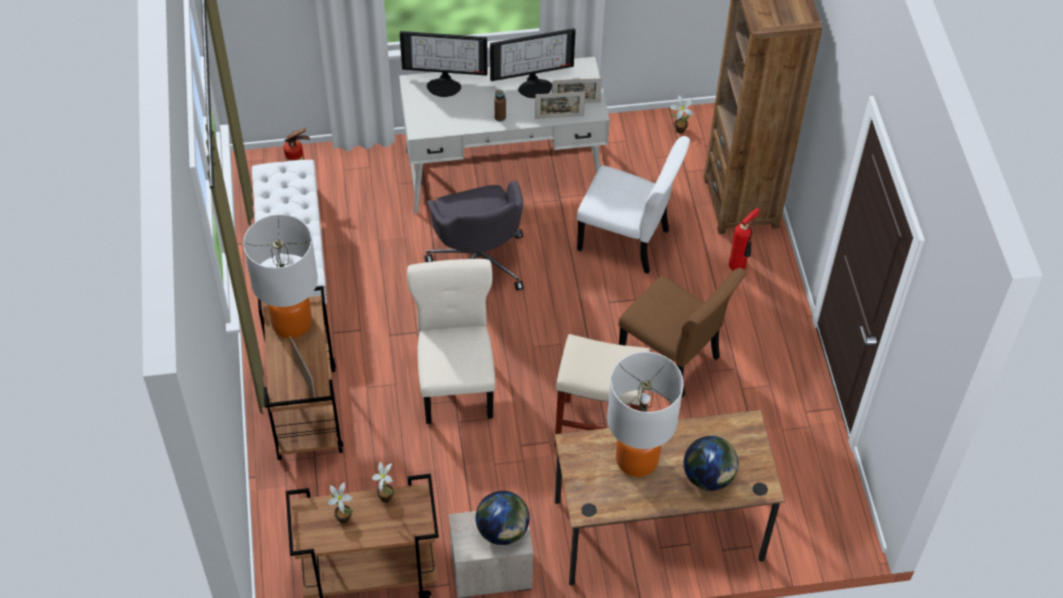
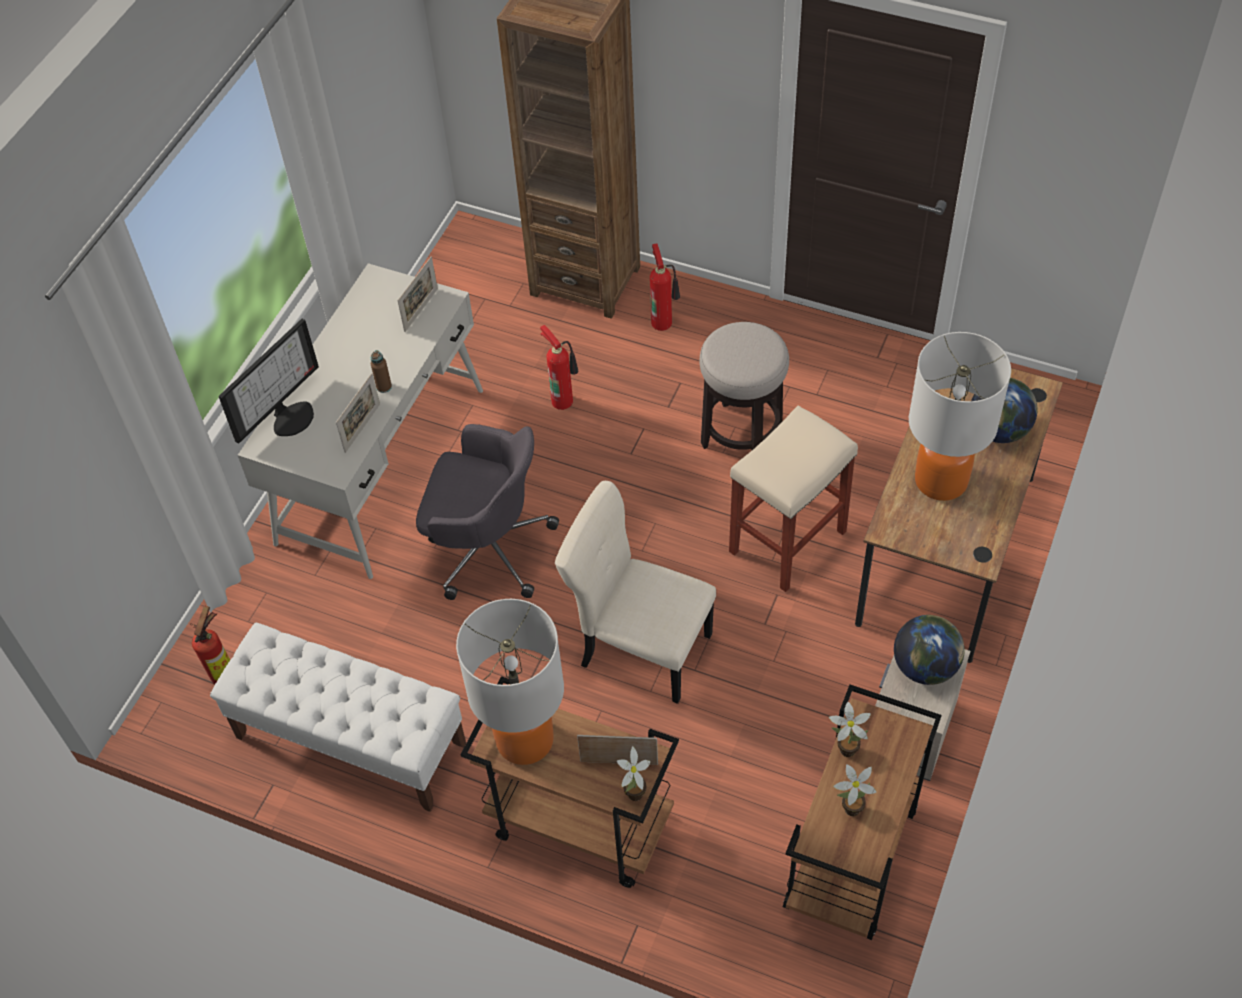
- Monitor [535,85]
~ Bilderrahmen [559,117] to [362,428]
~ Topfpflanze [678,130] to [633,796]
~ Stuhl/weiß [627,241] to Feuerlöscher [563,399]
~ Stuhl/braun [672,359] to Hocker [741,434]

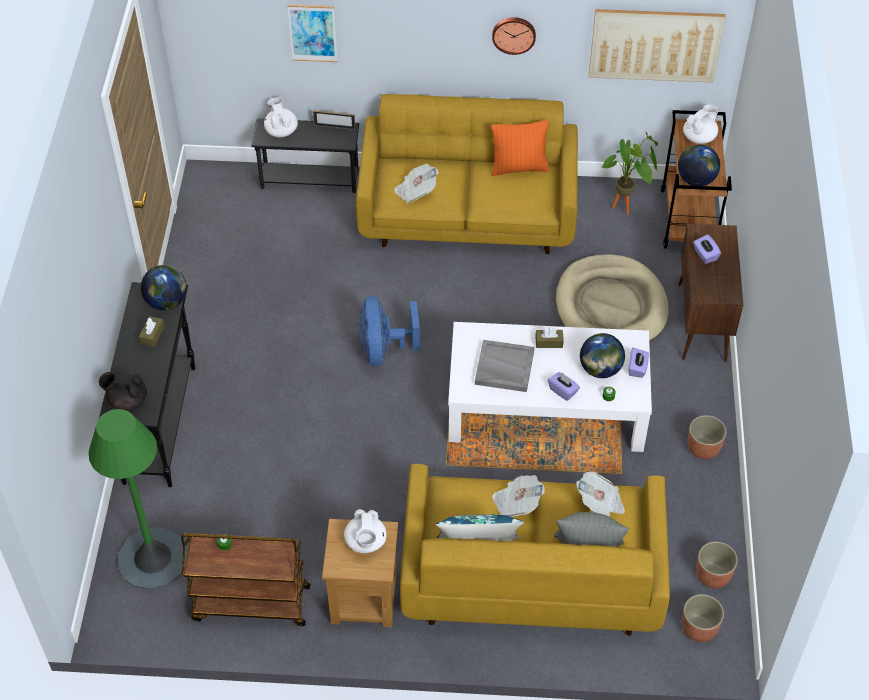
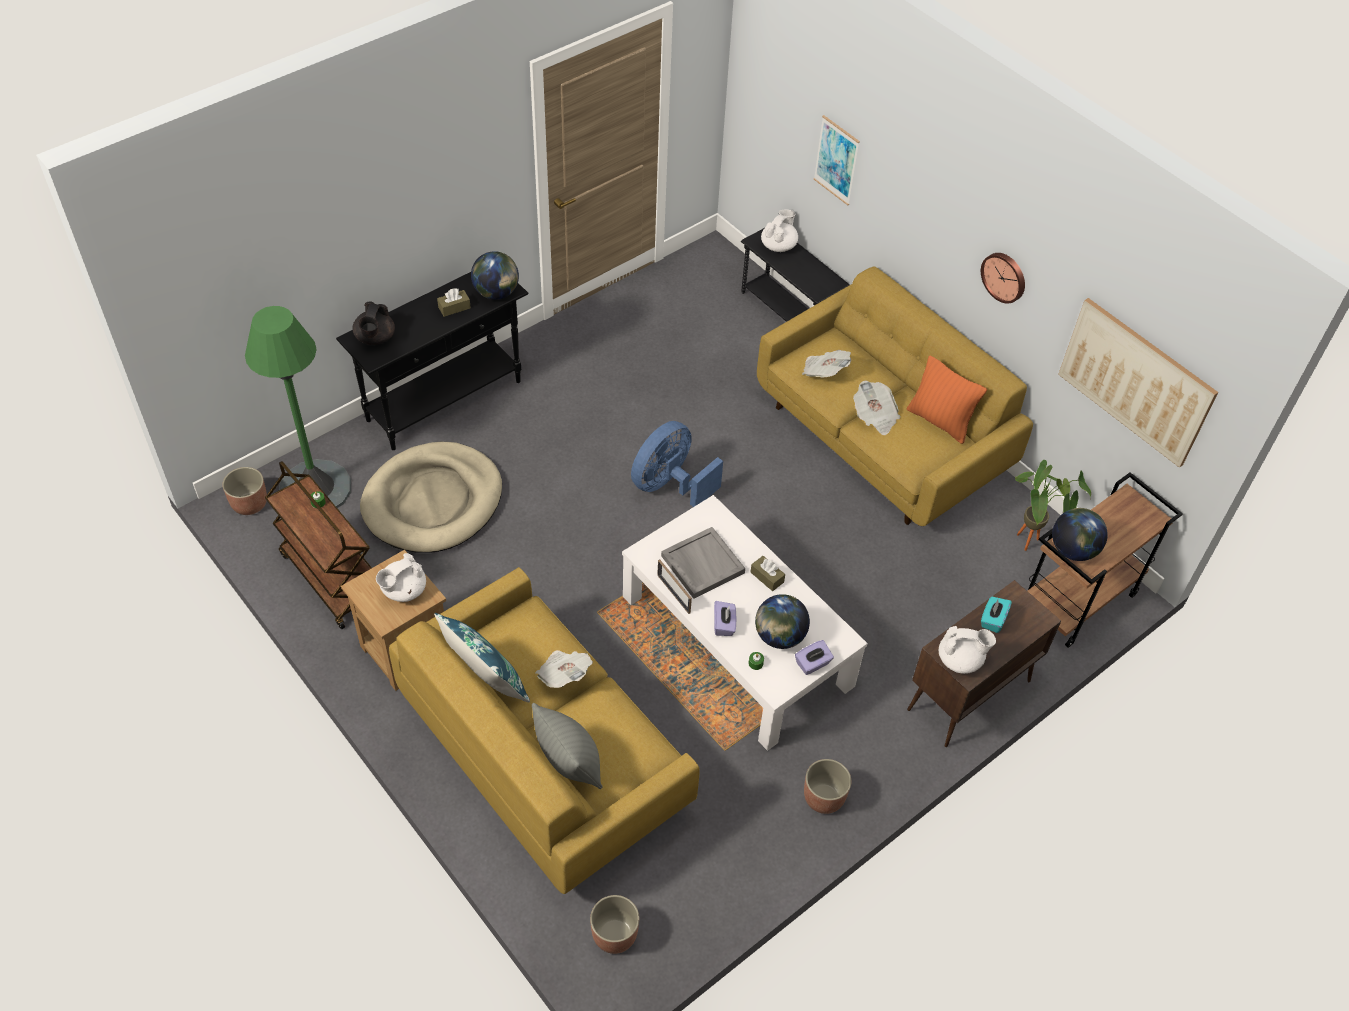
~ Teekanne/weiß [699,137] to [960,660]
~ Bilderrahmen [334,127] to [673,594]
~ Taschentuchbox/lila [705,255] to Taschentuchbox/türkis [993,620]
~ Hundebett/beige [610,306] to [433,501]
~ Teekanne/schwarz [127,400] = [375,338] 135 degrees counterclockwise
~ Zeitung [600,503] to [875,417]
~ Pflanzkübel [713,575] to [249,504]

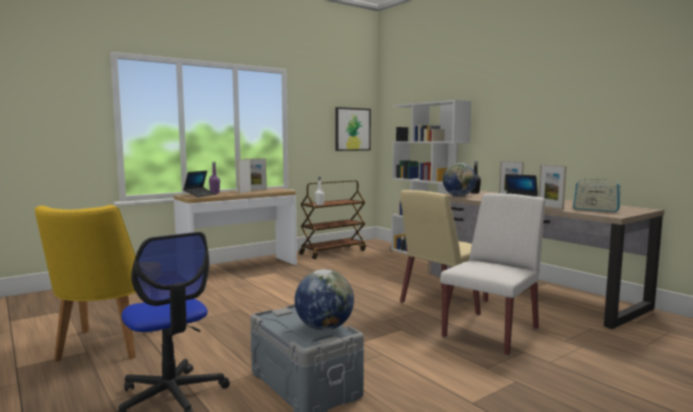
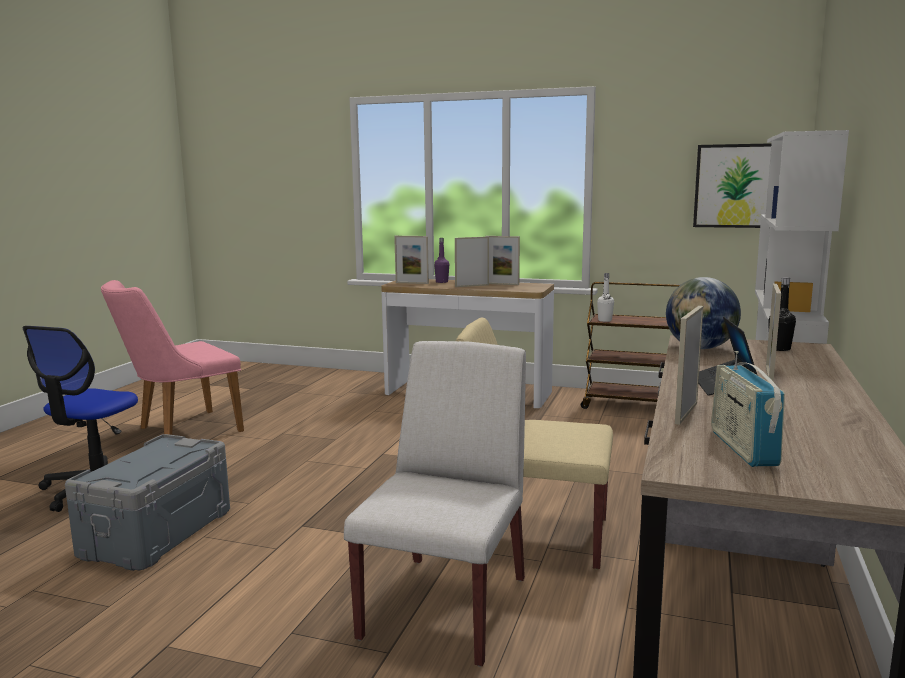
~ Laptop [200,195] to Bilderrahmen [412,283]
~ Stuhl/weiß [491,332] = [446,606] 75 degrees counterclockwise
~ Stuhl/gelb [105,348] to Stuhl/rosa [180,431]
- Globus [324,328]

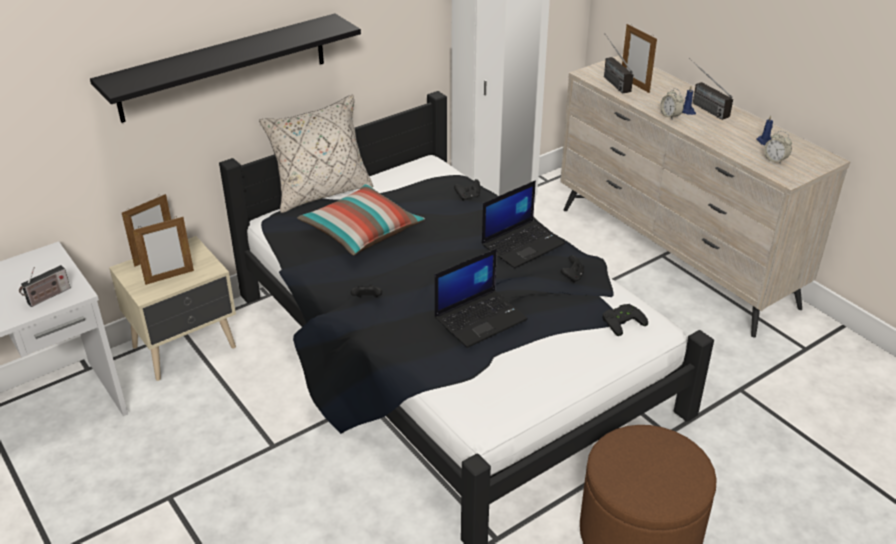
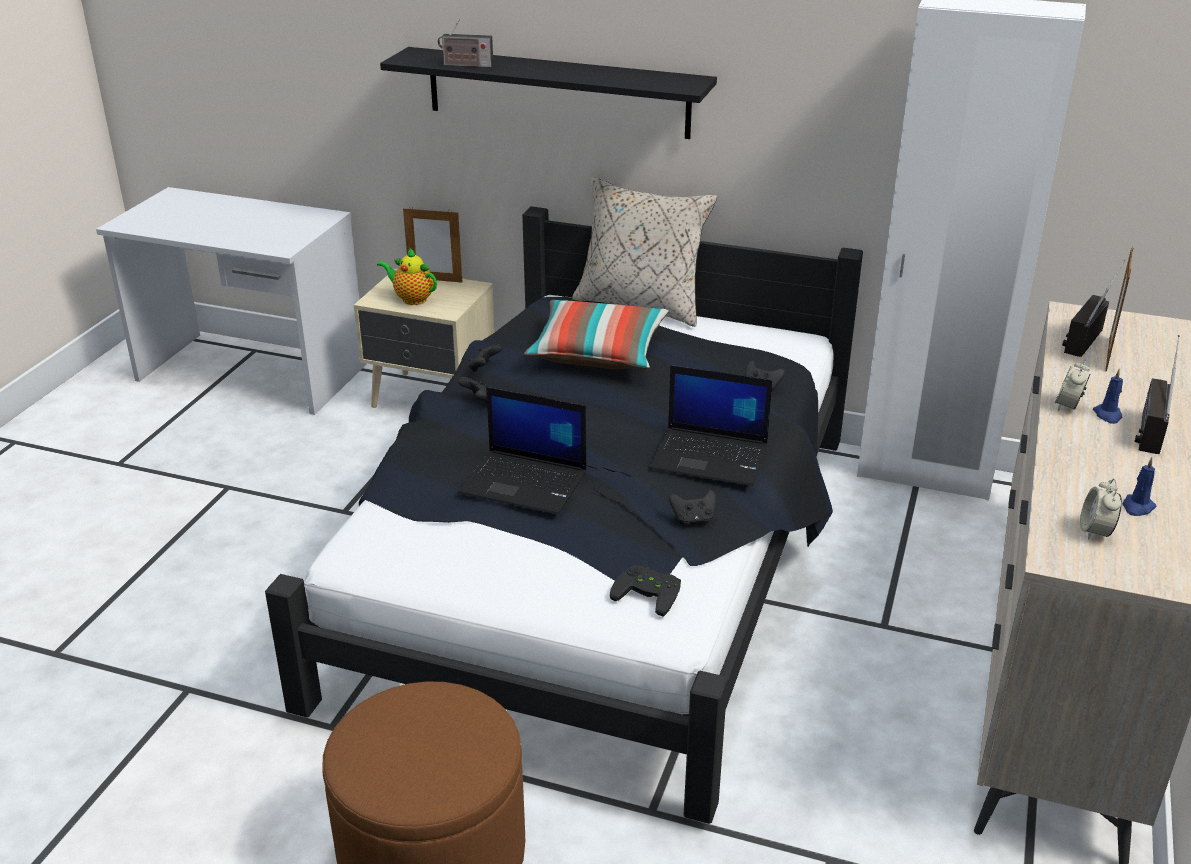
~ Bilderrahmen [169,277] to Teekanne [412,299]
~ Radio [47,297] to [465,65]
+ Gamepad/schwarz [484,368]

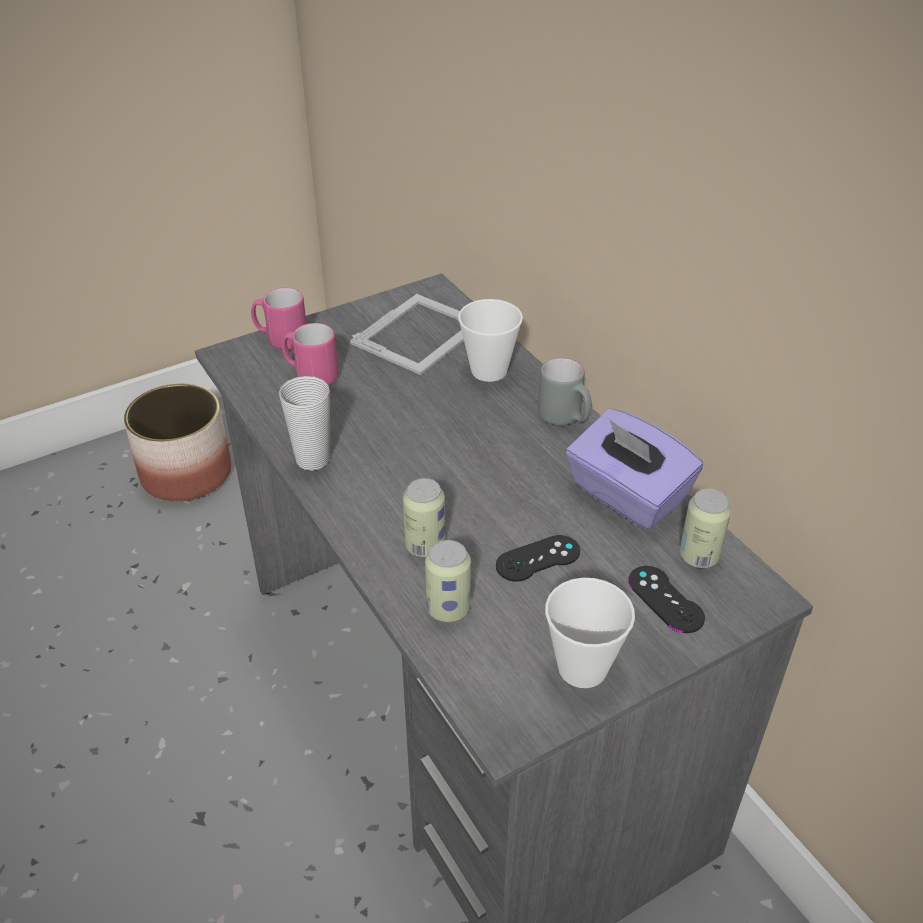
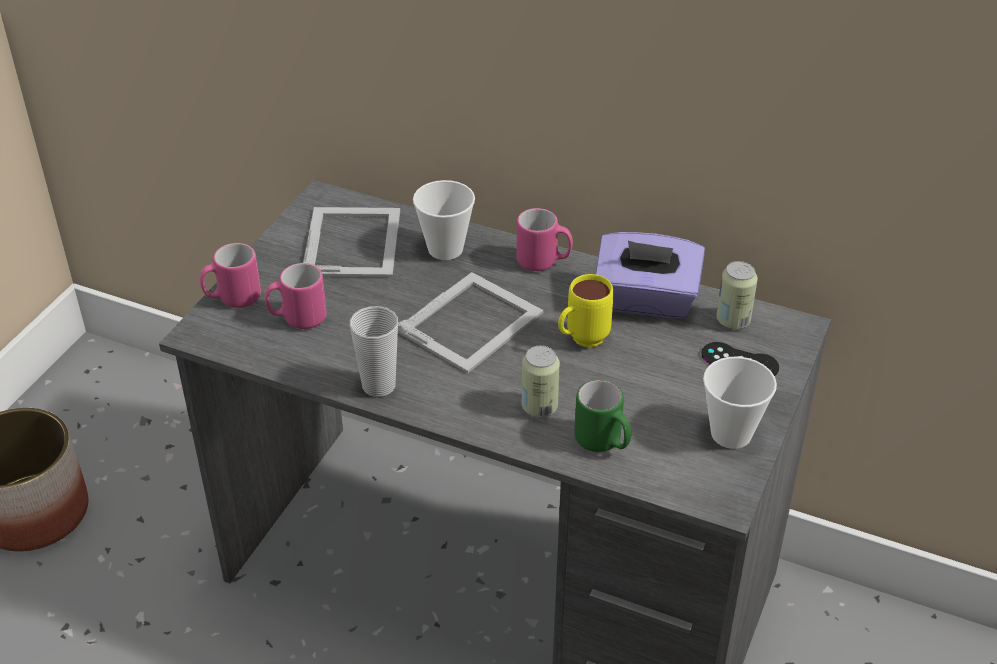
~ Henkelbecher/grau [565,418] to Henkelbecher/rosa [544,262]
- Gamepad/schwarz [538,558]
~ Dose [448,609] to Henkelbecher/grün [603,442]
+ Bilderrahmen [472,321]
+ Henkelbecher/gelb [581,341]

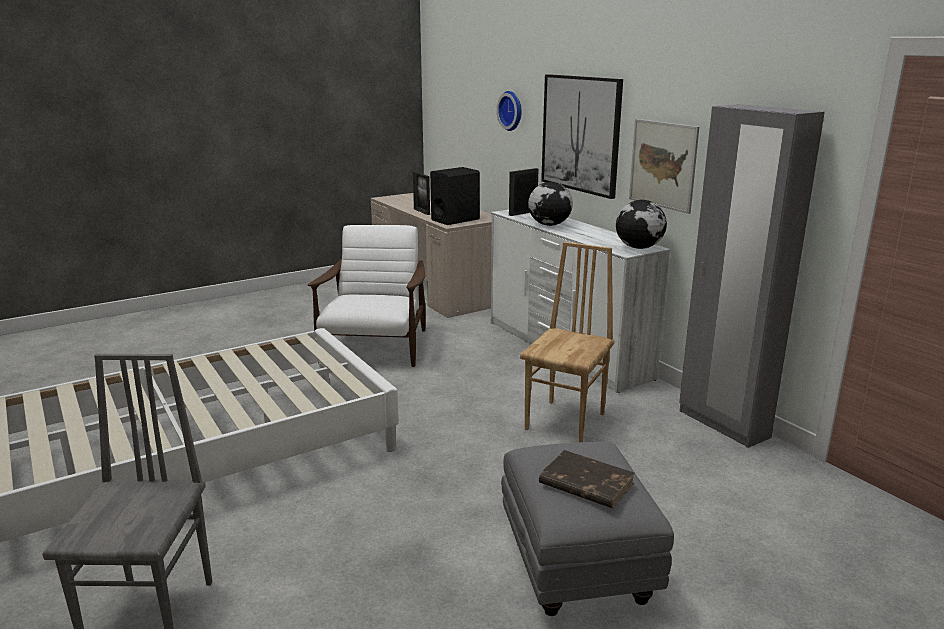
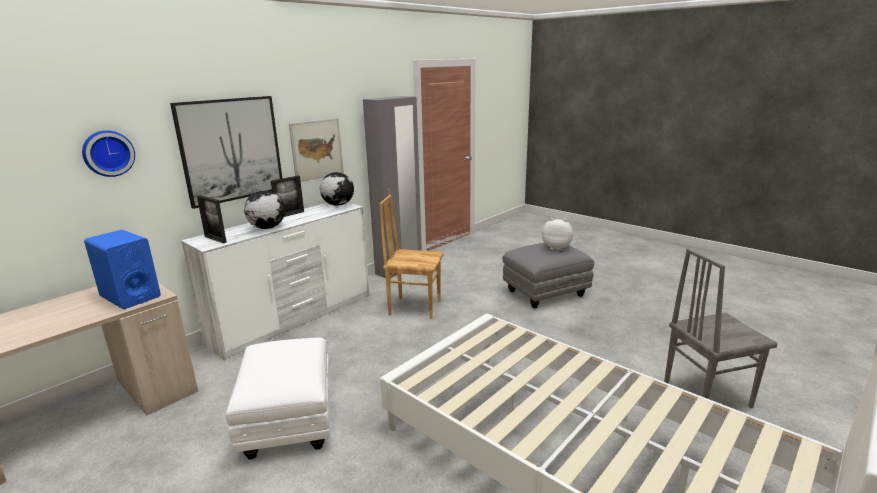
~ Lautsprecher/schwarz [455,219] to Lautsprecher/blau [130,296]
~ Bilderrahmen [421,211] to [290,214]
~ Sessel/weiß [375,348] to Polsterhocker/weiß [289,421]
~ Buch/braun [585,483] to Plüschtier [556,247]

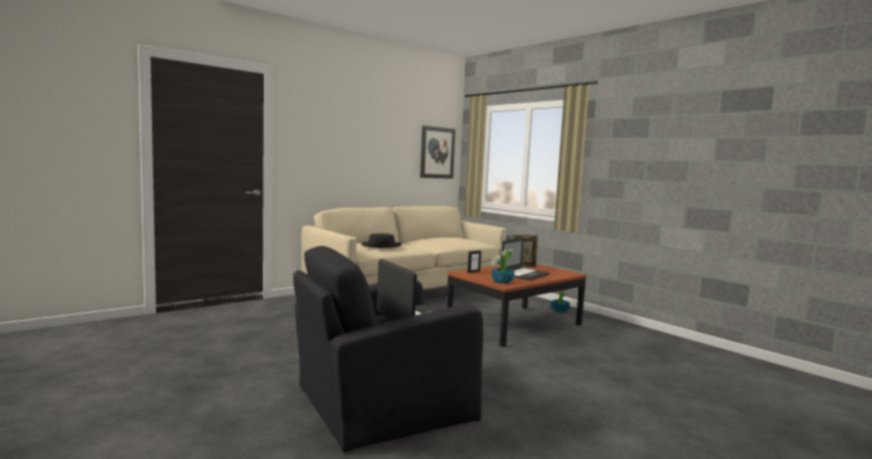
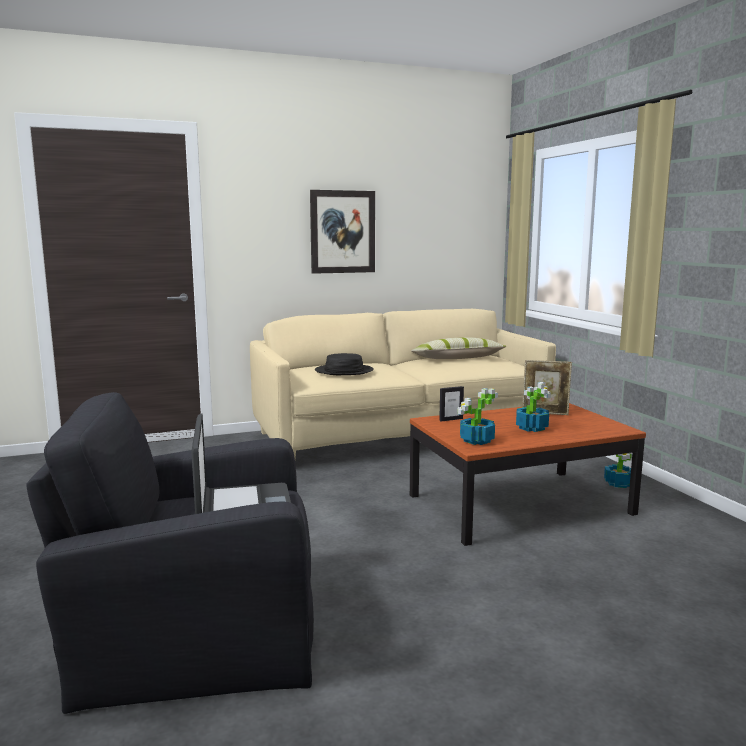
~ Bild [437,152] to [342,232]
~ Laptop [524,274] to Topfpflanze [531,428]
+ Kissen [457,359]

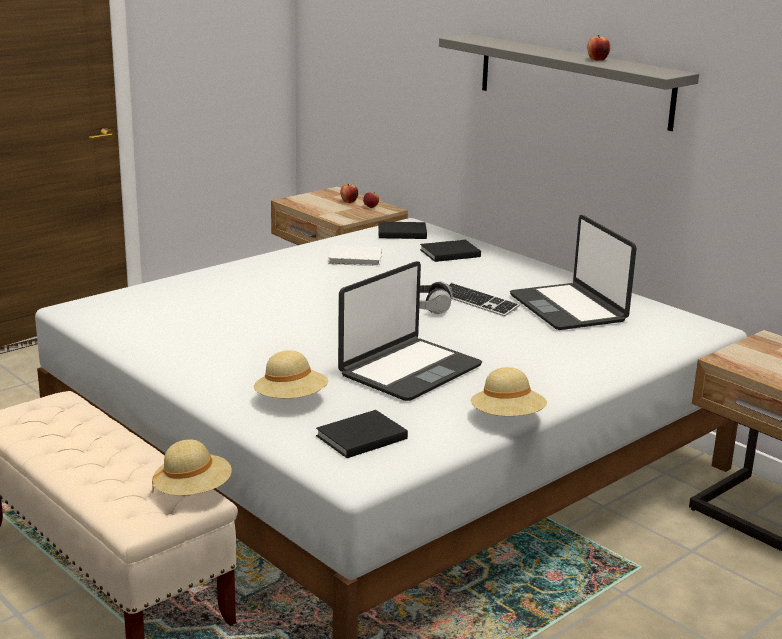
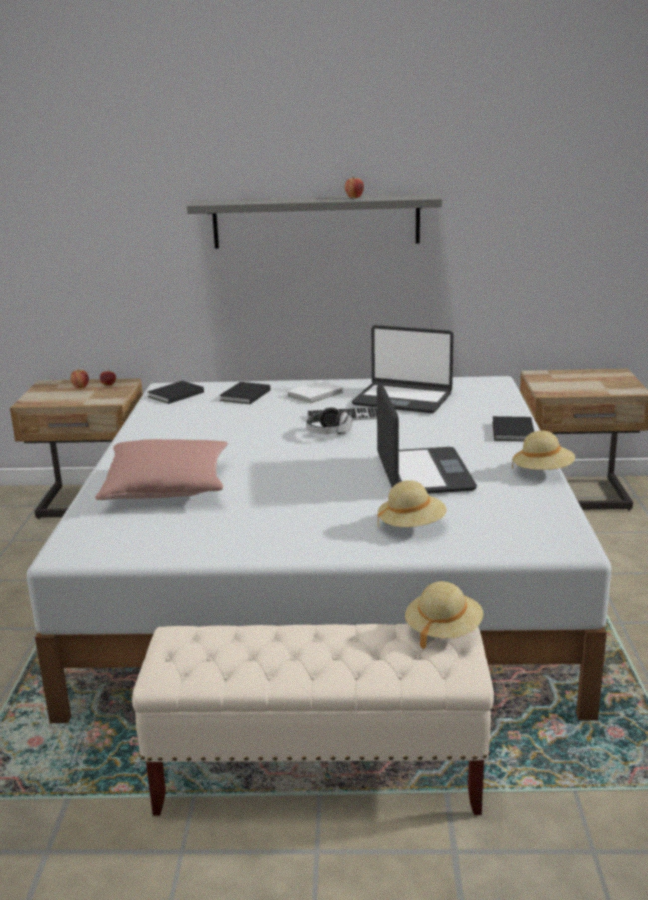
~ Buch/weiß [356,259] to [317,394]
~ Buch/schwarz [359,437] to [512,432]
+ Kissen/rosa [167,487]

